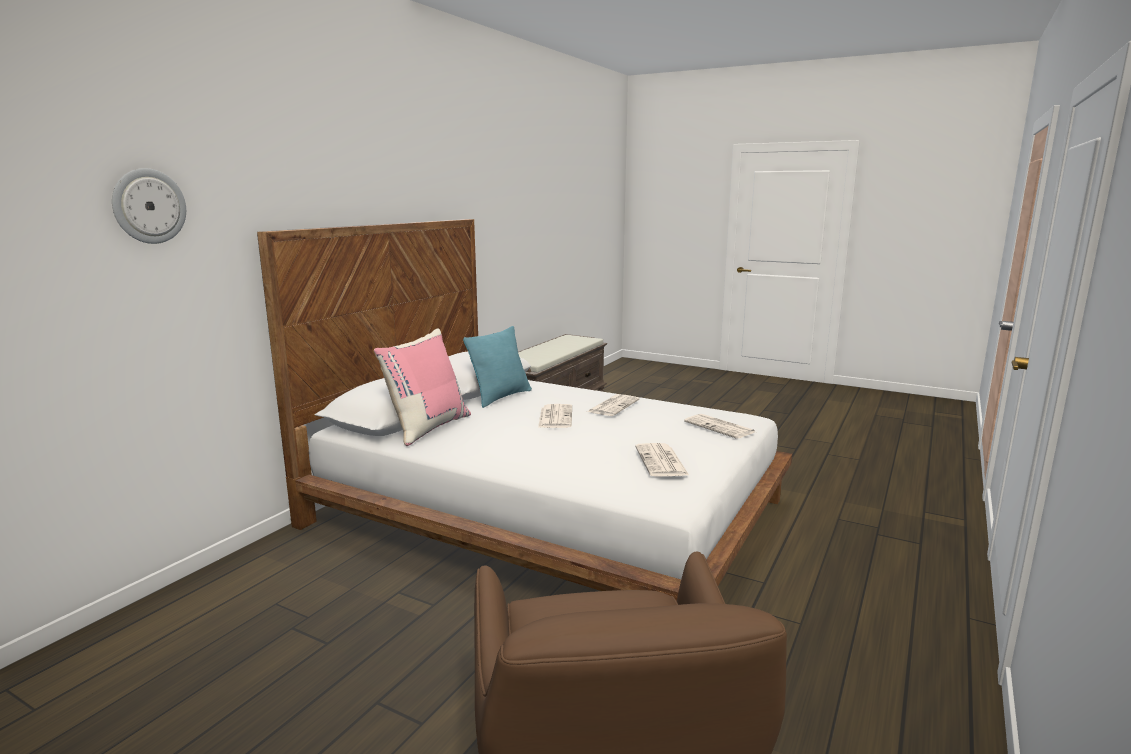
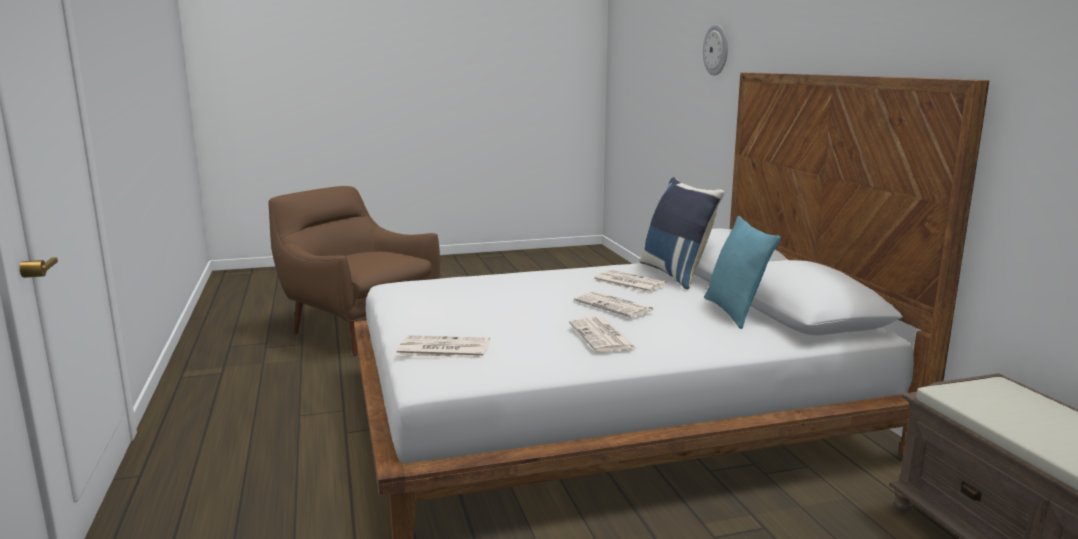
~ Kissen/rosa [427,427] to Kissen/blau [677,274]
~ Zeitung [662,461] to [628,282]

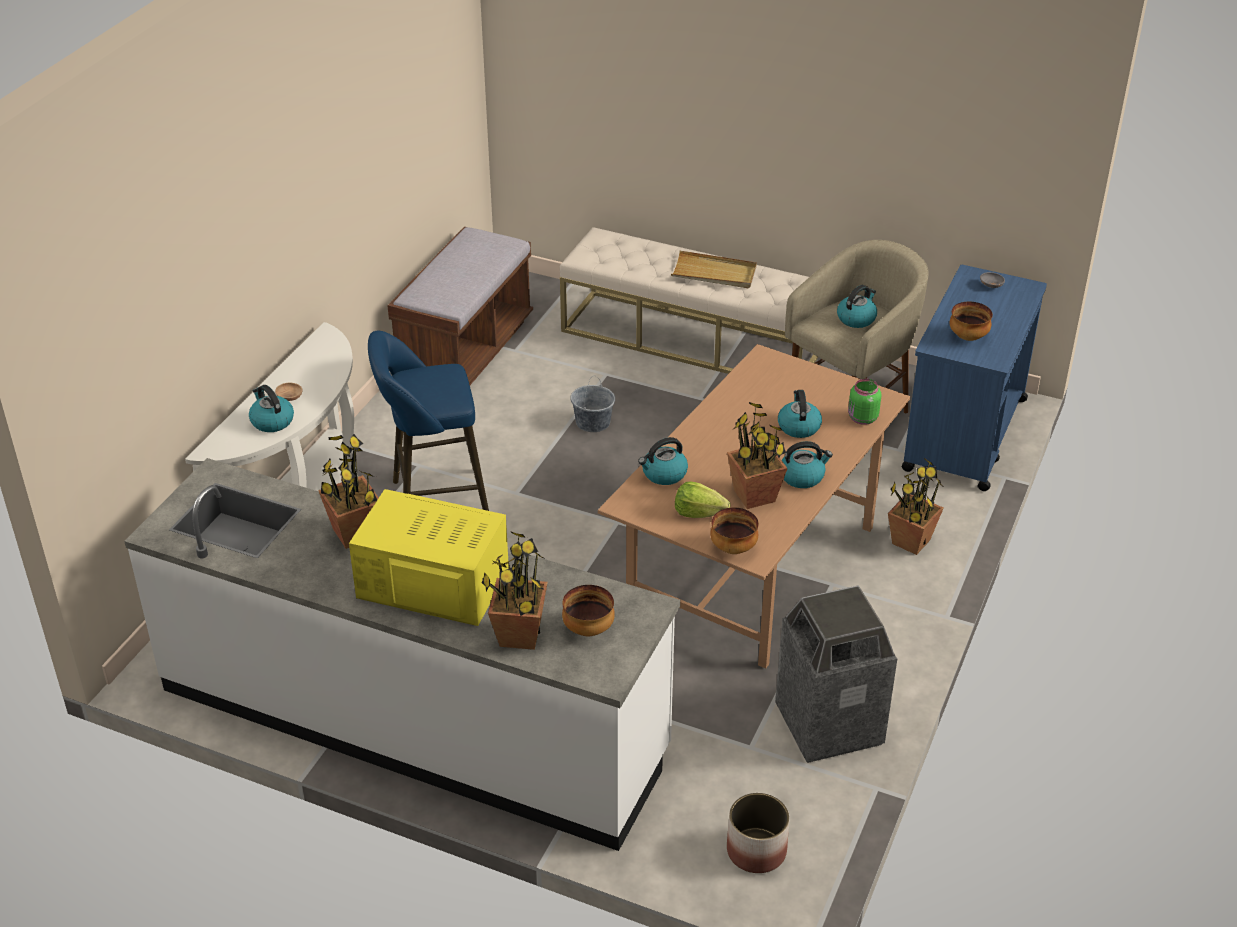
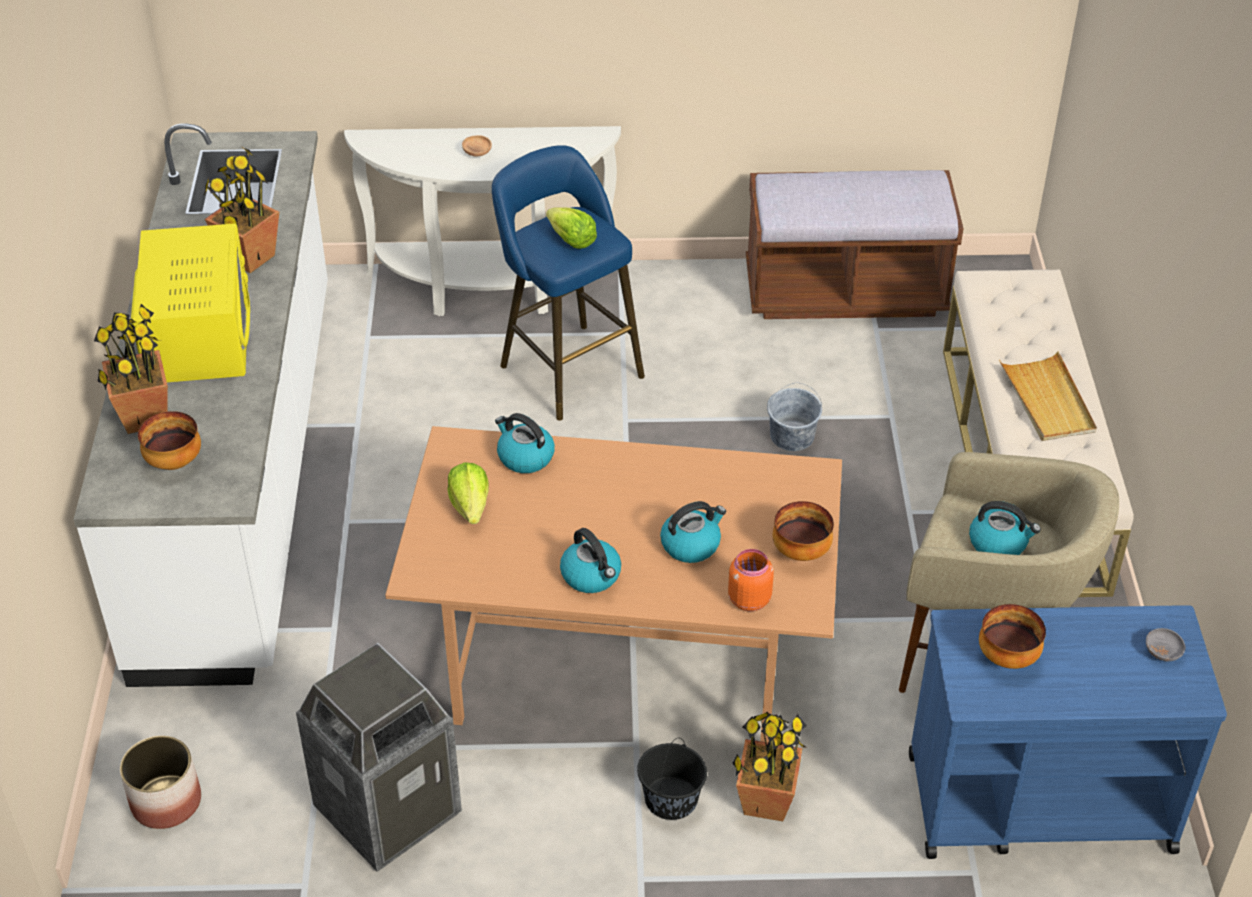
~ Vorratsglas/grün [862,418] to Vorratsglas/orange [748,599]
- Wasserkessel [271,421]
- Topfpflanze [755,496]
~ Schüssel [733,548] to [802,552]
+ Salatkopf [571,240]
+ Eimer/schwarz [671,799]

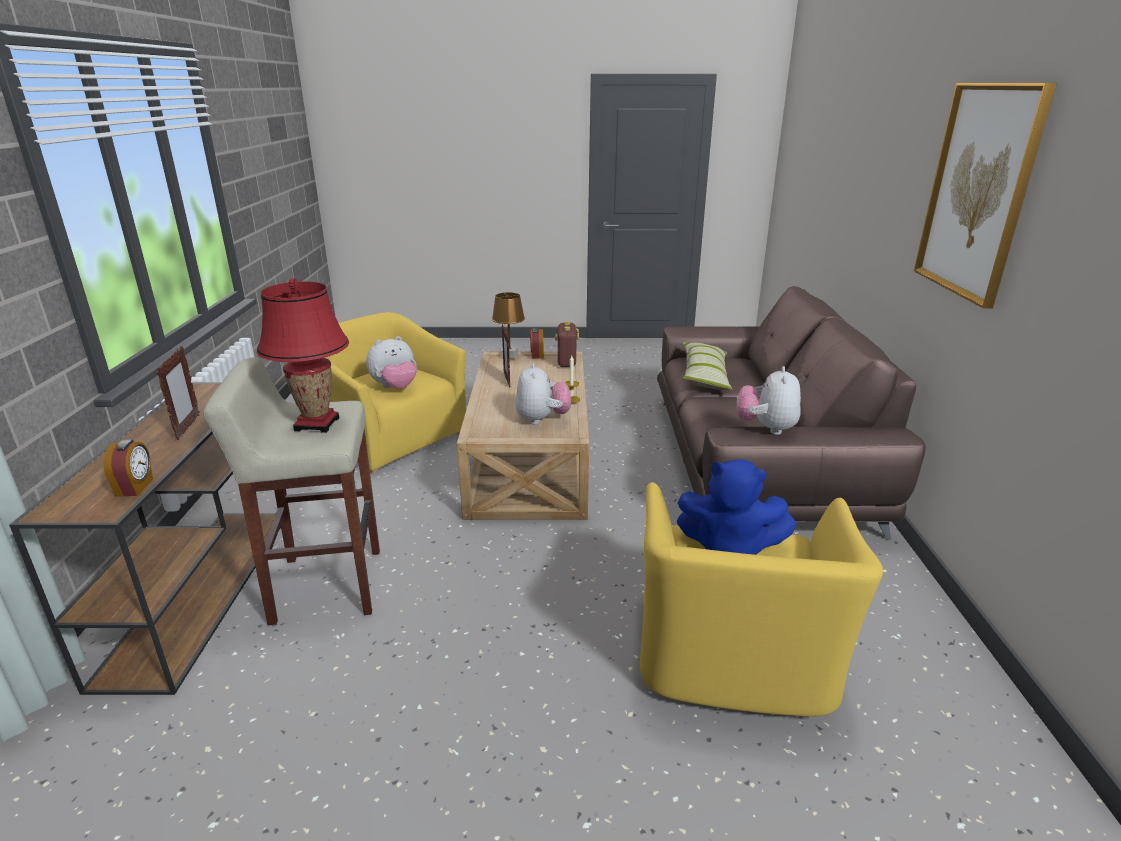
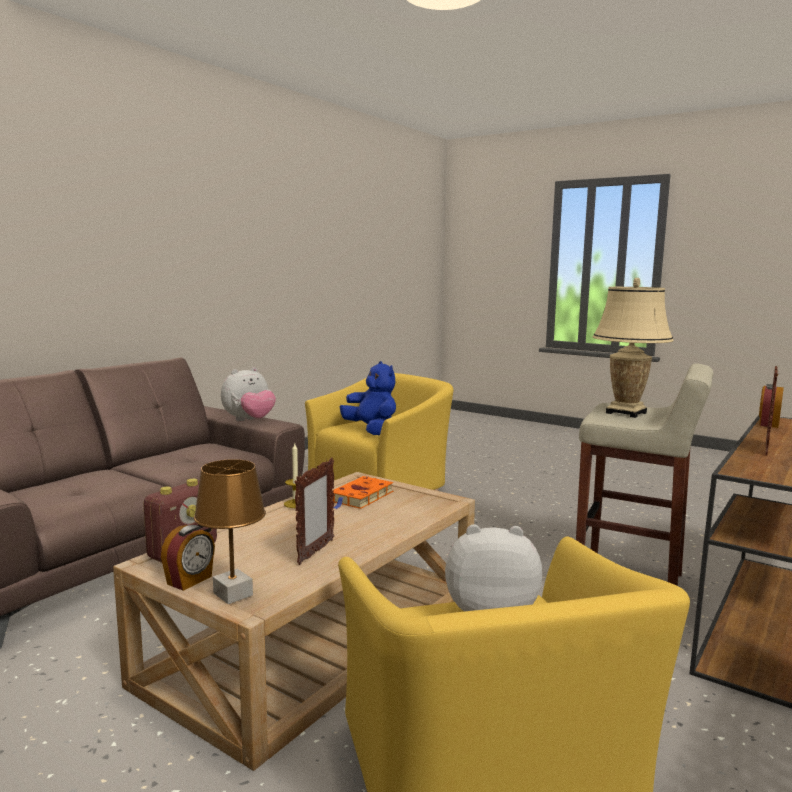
- Bild [978,192]
~ Tischlampe/rot [317,424] to Tischlampe/beige [626,413]
- Kissen [704,376]
~ Plüschtier [542,419] to Buch/orange [360,497]

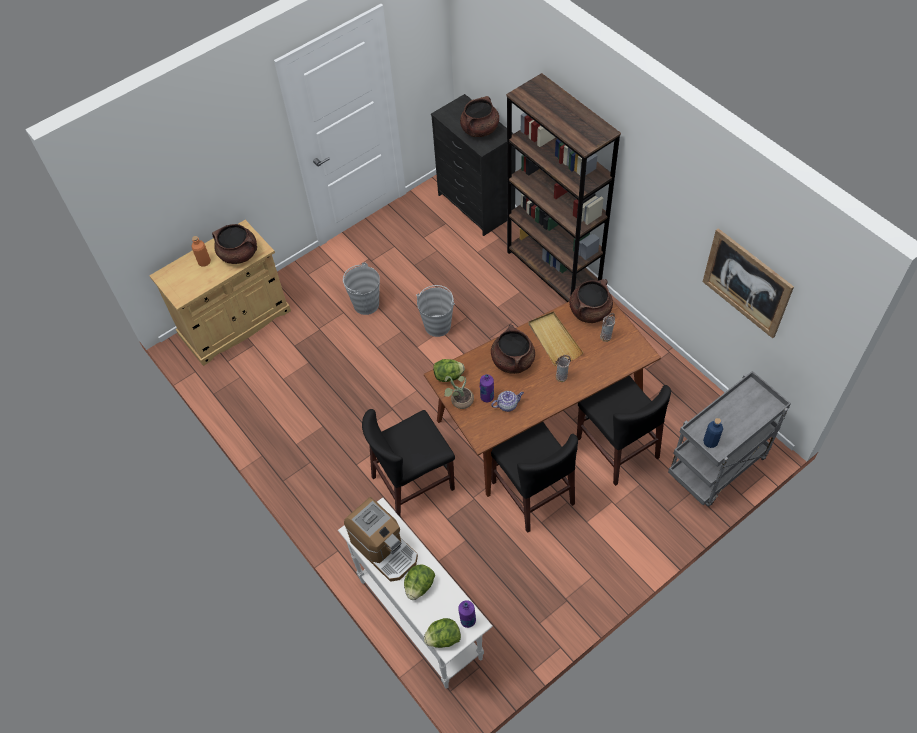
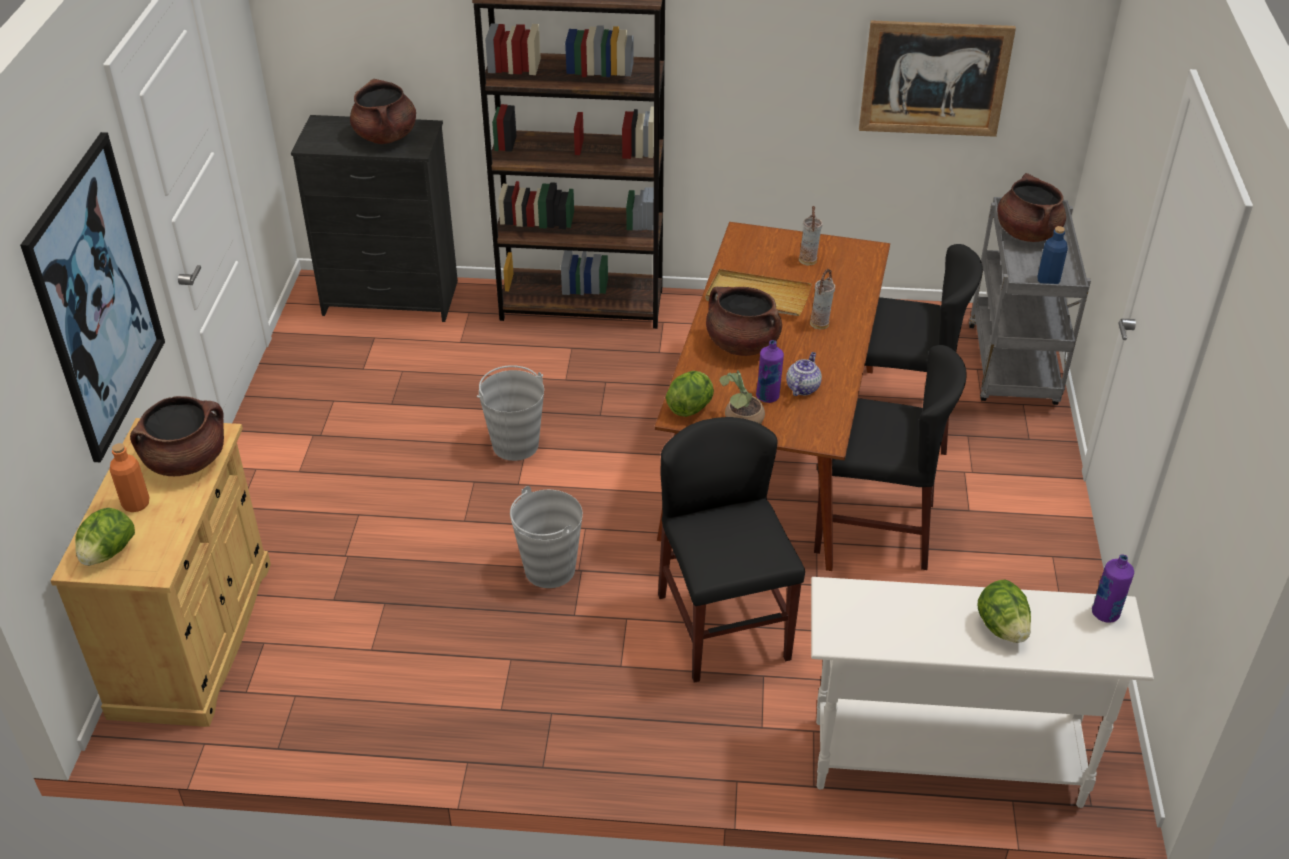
~ Eimer/grau [366,304] to [549,569]
~ Kochtopf/braun [590,311] to [1027,233]
~ Stuhl/schwarz [413,483] = [723,627] 150 degrees clockwise
- Kaffeemaschine [384,549]
~ Salatkopf [443,638] to [108,553]
+ Bild [96,298]

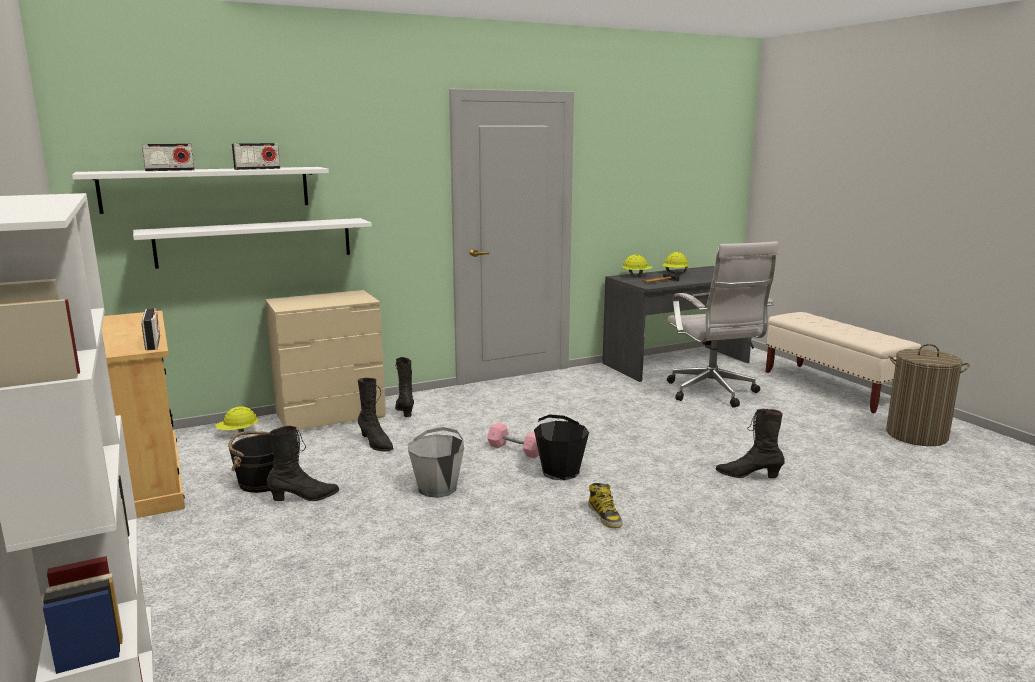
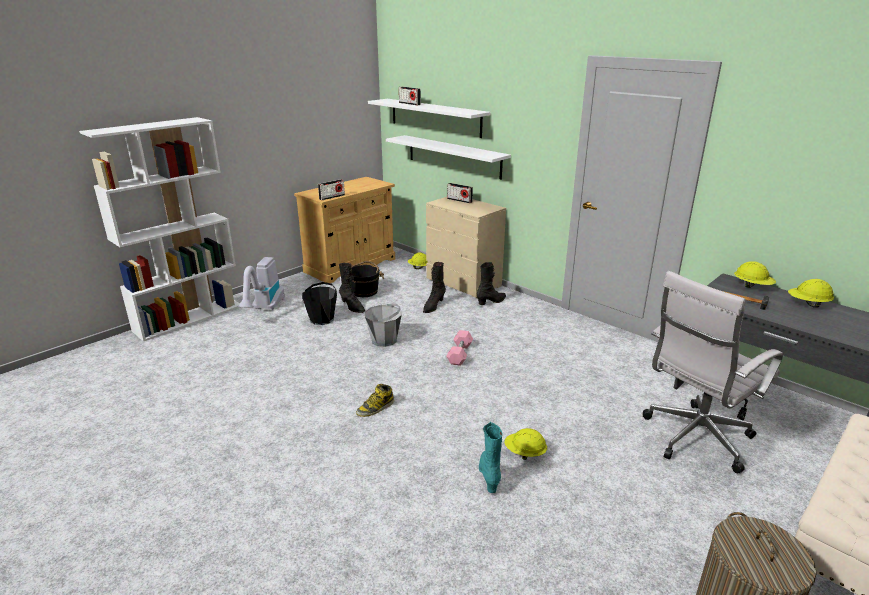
~ Radio [257,169] to [459,200]
~ Stiefel/schwarz [748,475] to Stiefel/türkis [489,476]
~ Eimer/schwarz [560,471] to [322,319]
+ Staubsauger [264,309]
+ Schutzhelm/gelb [524,453]

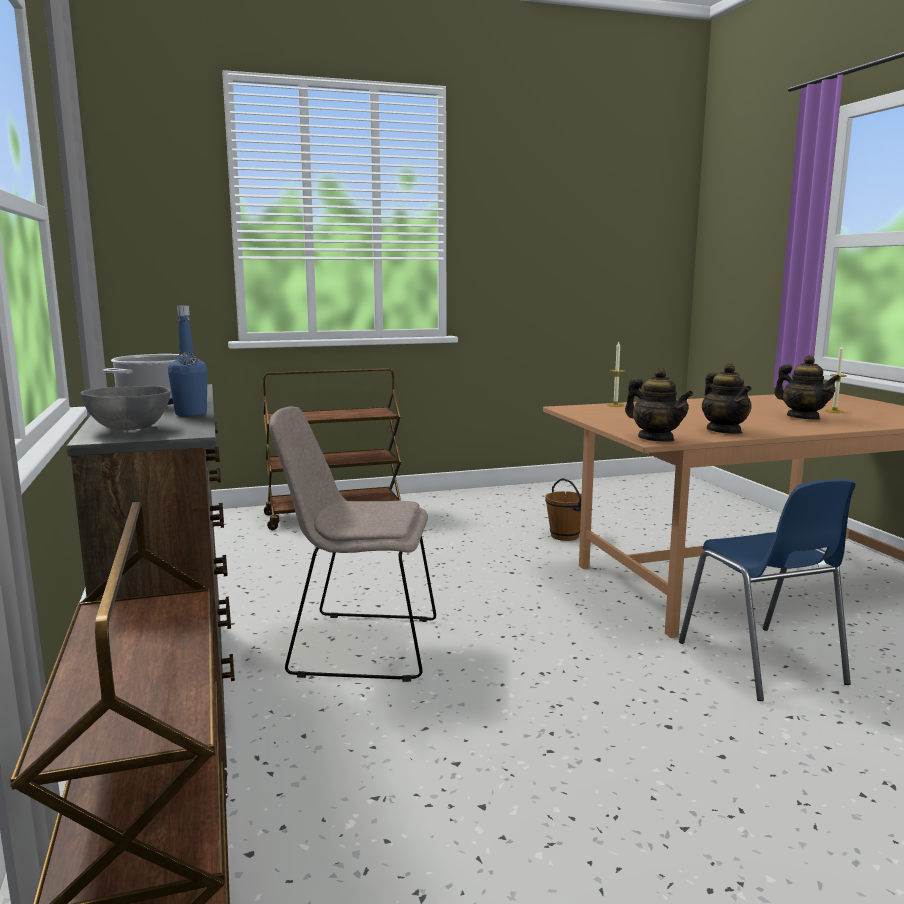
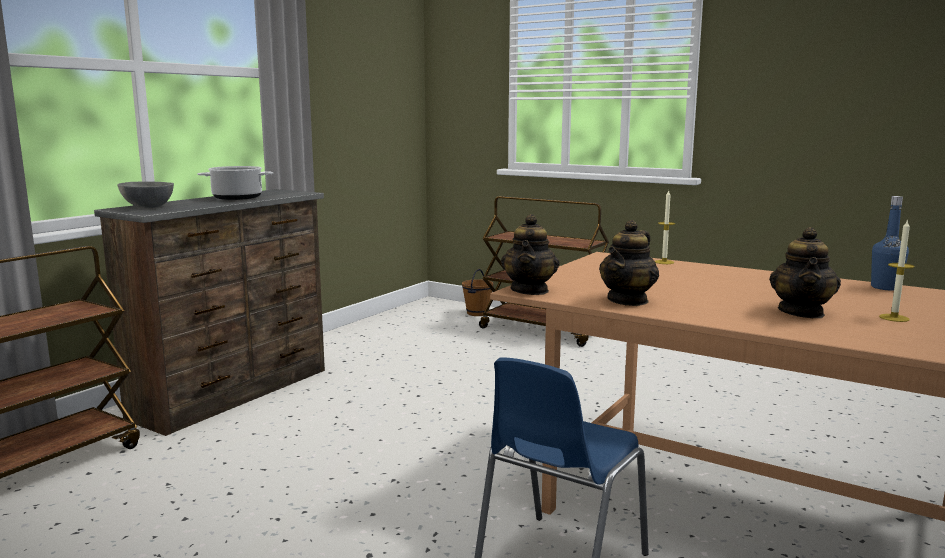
~ Flasche/blau [191,414] to [885,287]
- Stuhl/beige [358,645]
~ Eimer/braun [564,536] to [477,313]

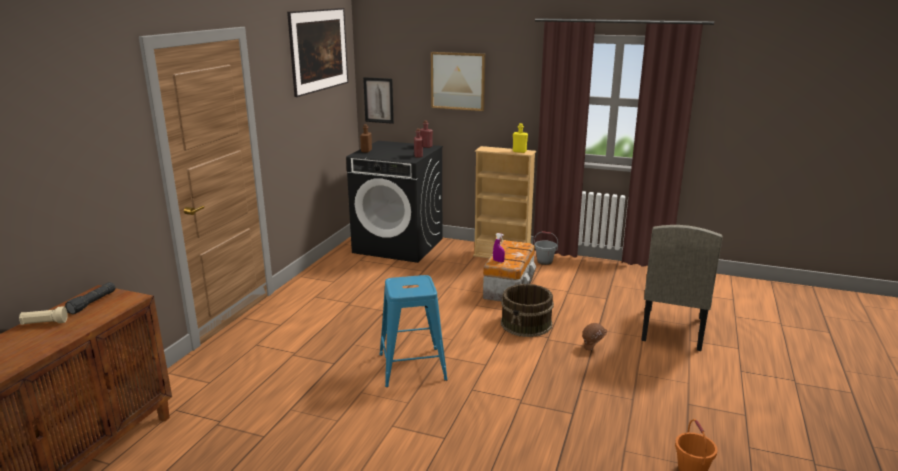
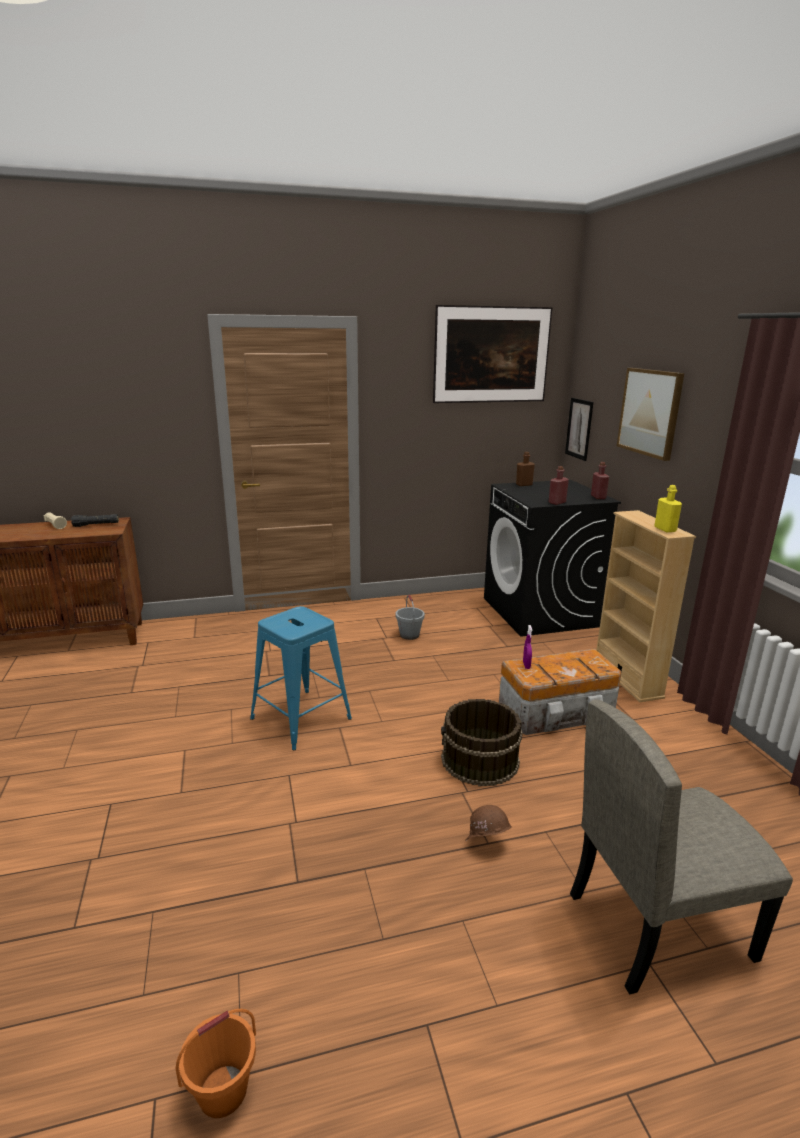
~ Eimer/grau [544,262] to [409,635]

